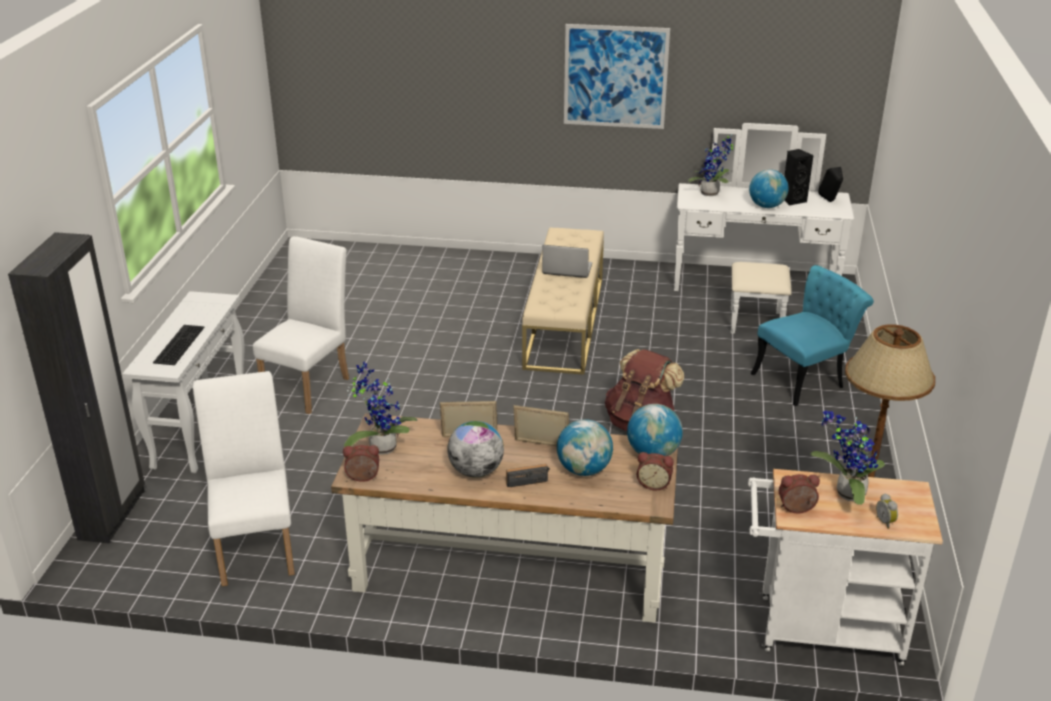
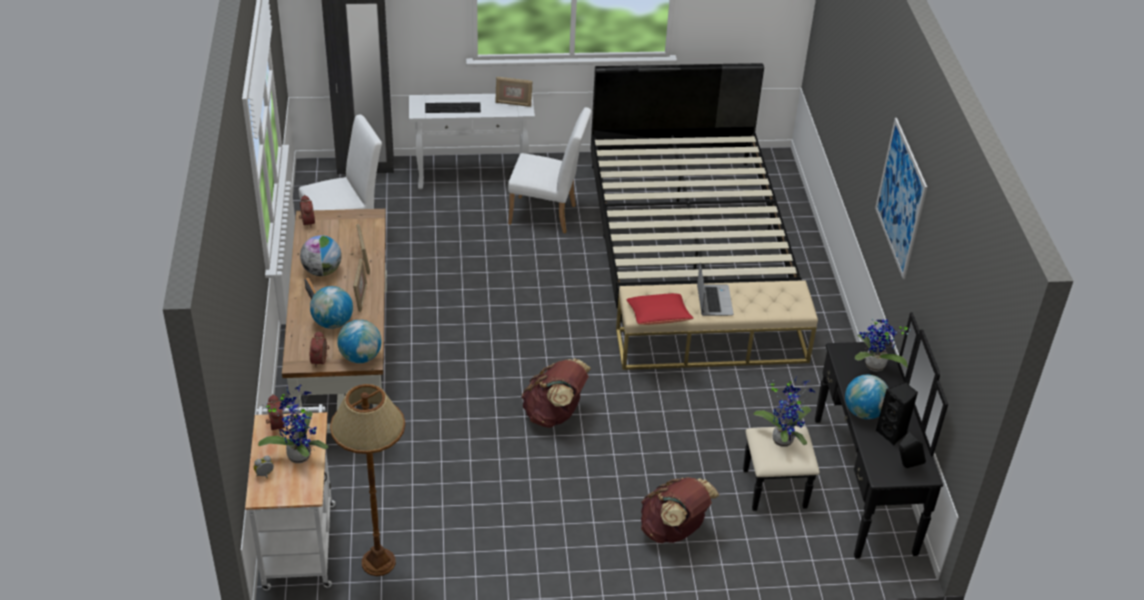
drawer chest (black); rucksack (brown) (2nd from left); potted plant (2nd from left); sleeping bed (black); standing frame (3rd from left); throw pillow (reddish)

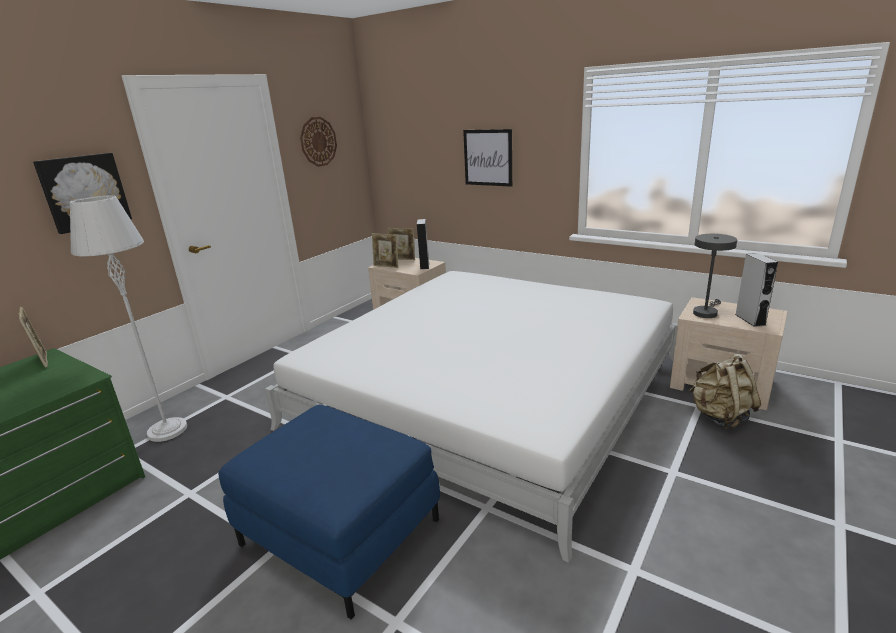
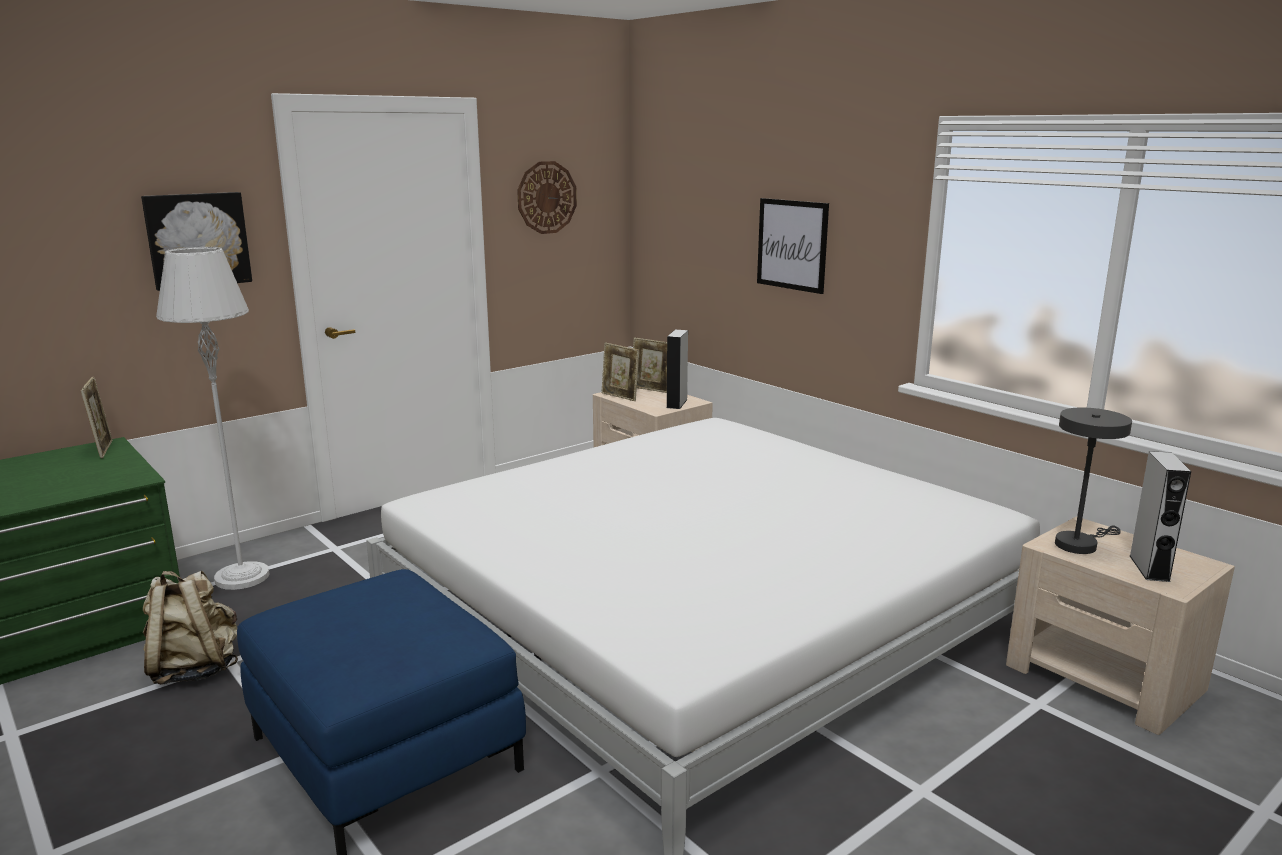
rucksack (sand-coloured)

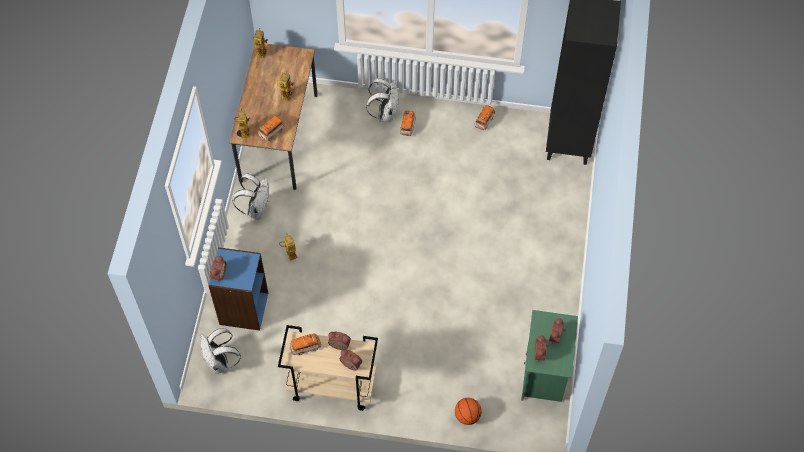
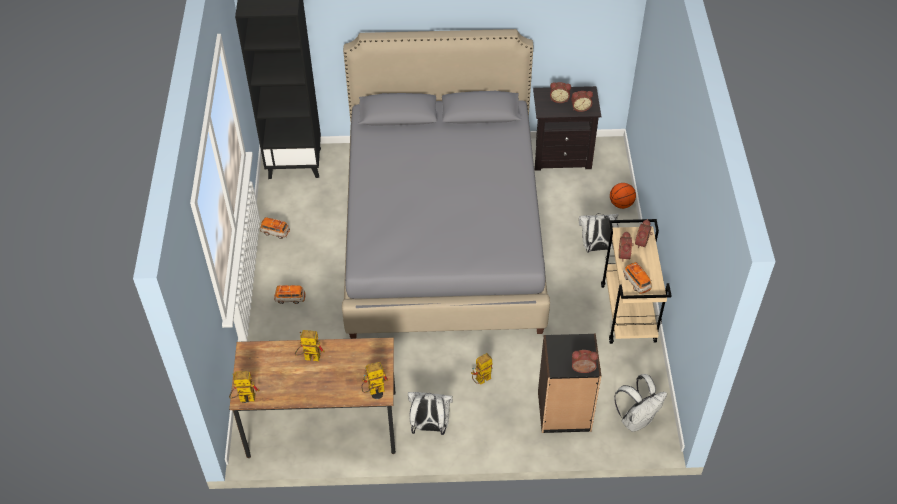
rucksack (white-coloured) (2nd from left); model car (1st from left in the first image); bookcase (black) (2nd from left); bedside table (black); sleeping bed (grey)

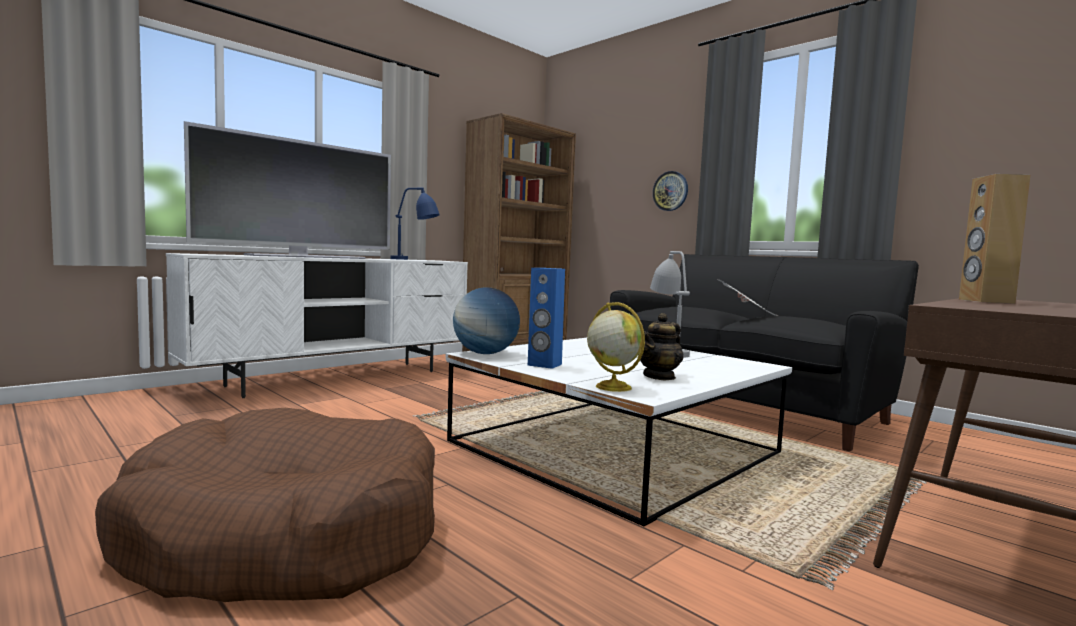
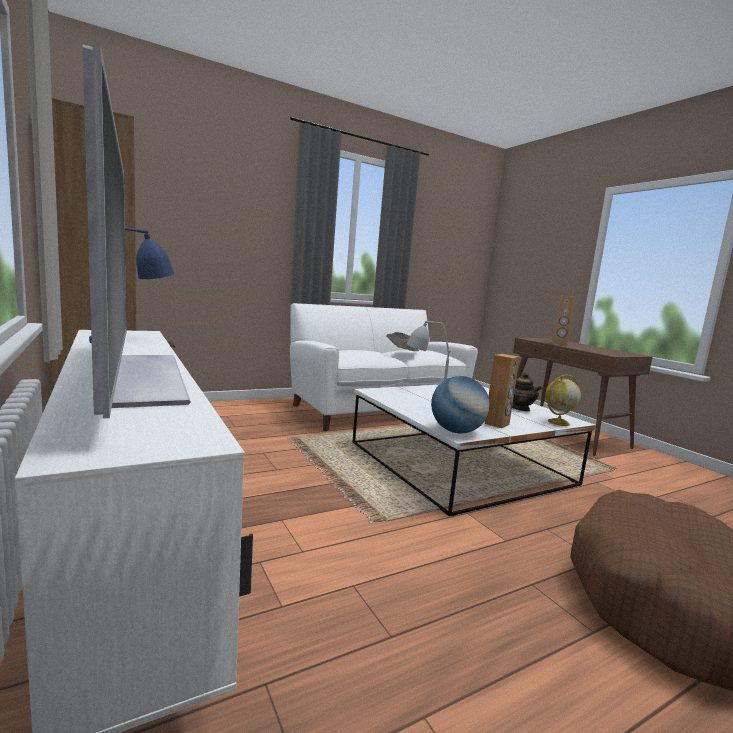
hanging clock; settee (white-coloured); audio speaker (brown) (1st from left)

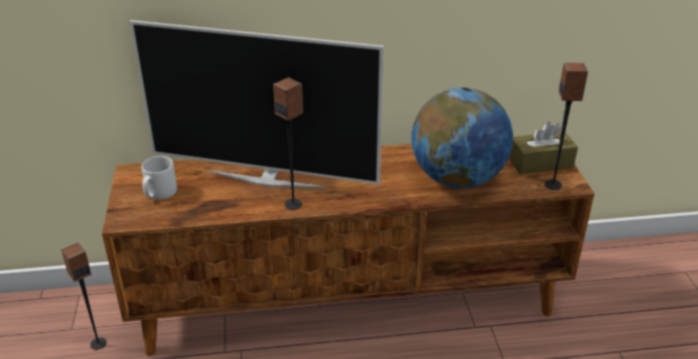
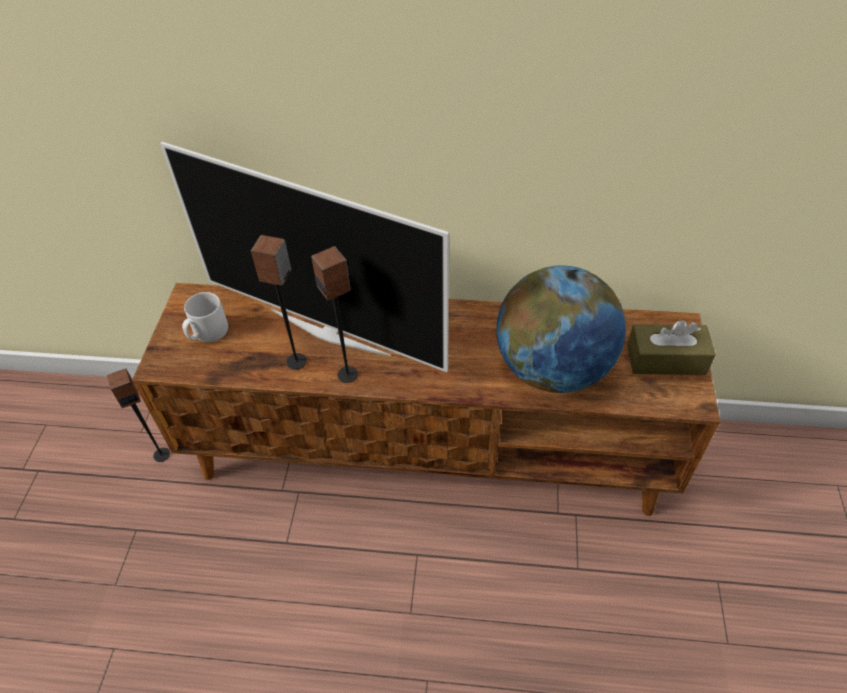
audio speaker (2nd from left)

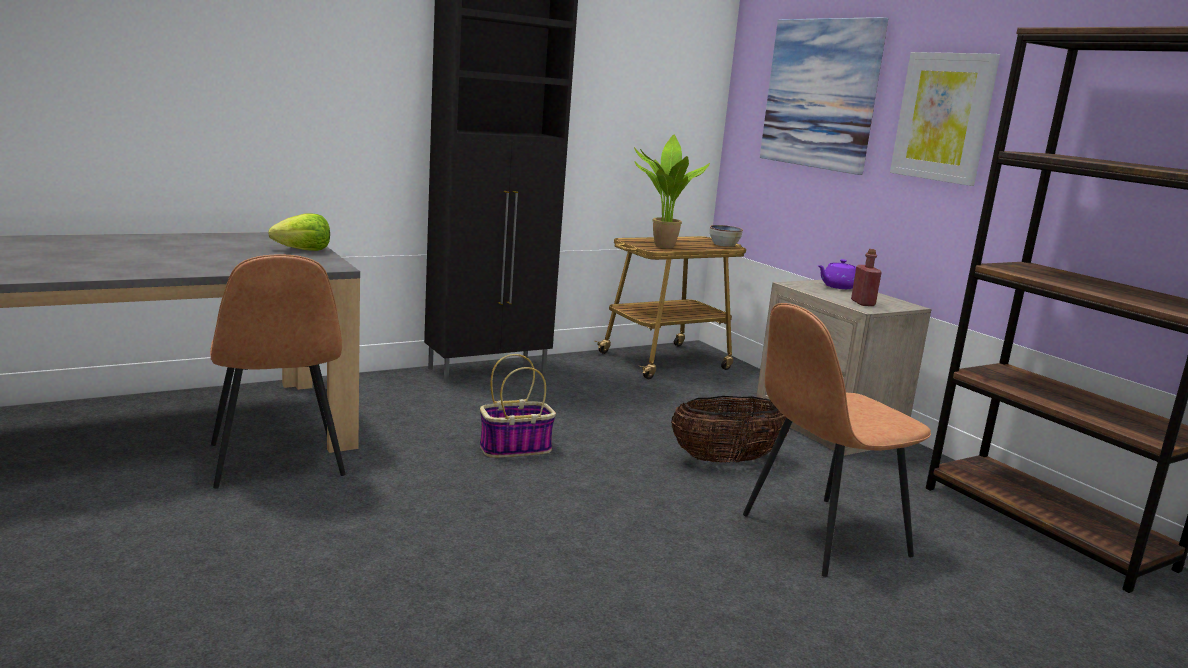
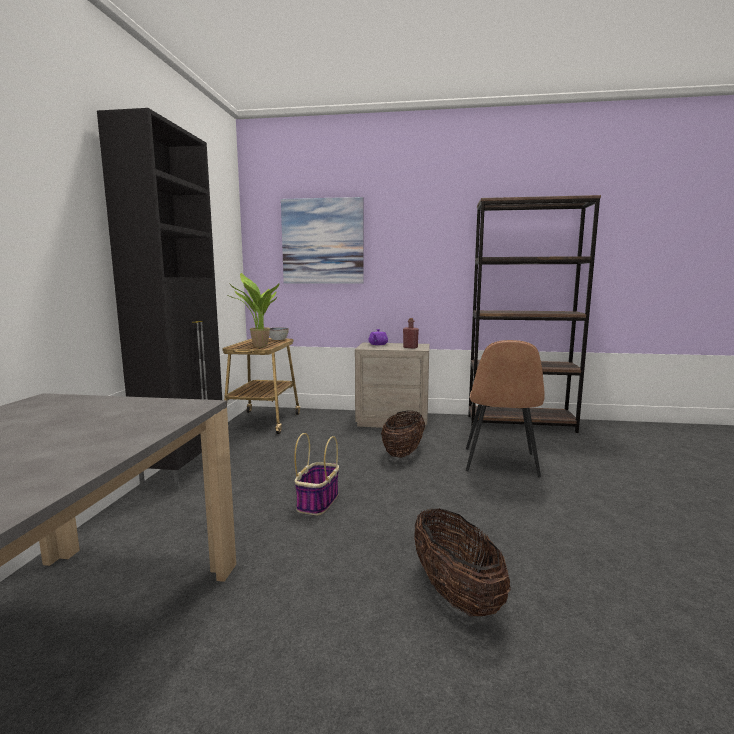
wall art (2nd from left in the first image); lettuce head; upright chair (brown) (1st from left in the first image); basket (3rd from left)

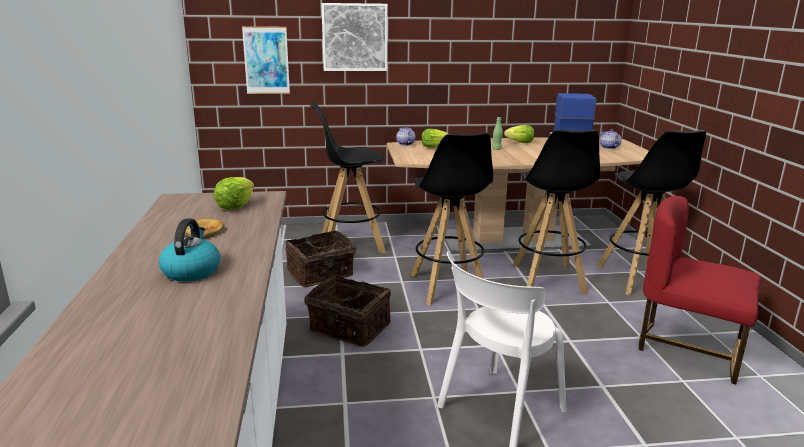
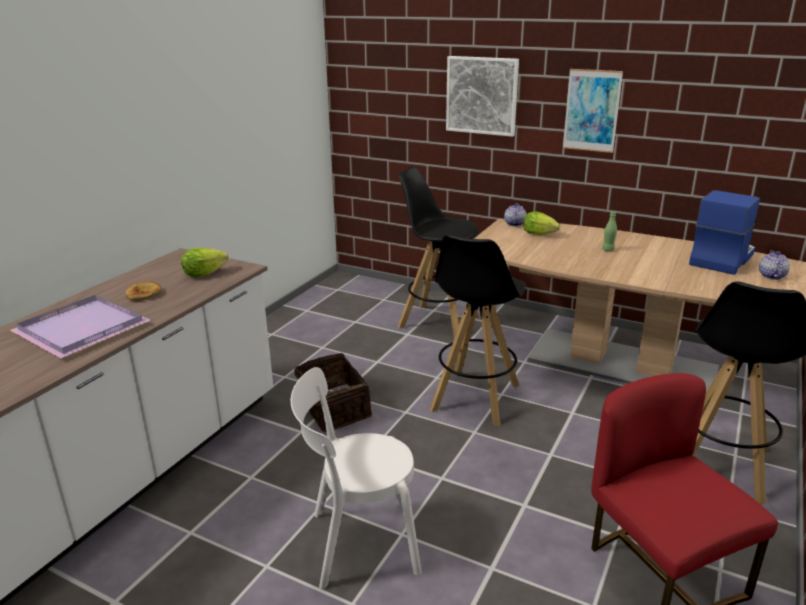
wall art (2nd from left); lettuce head (3rd from left in the first image); sitting stool (black) (3rd from left in the first image); tray (purple); basket (1st from left in the first image)

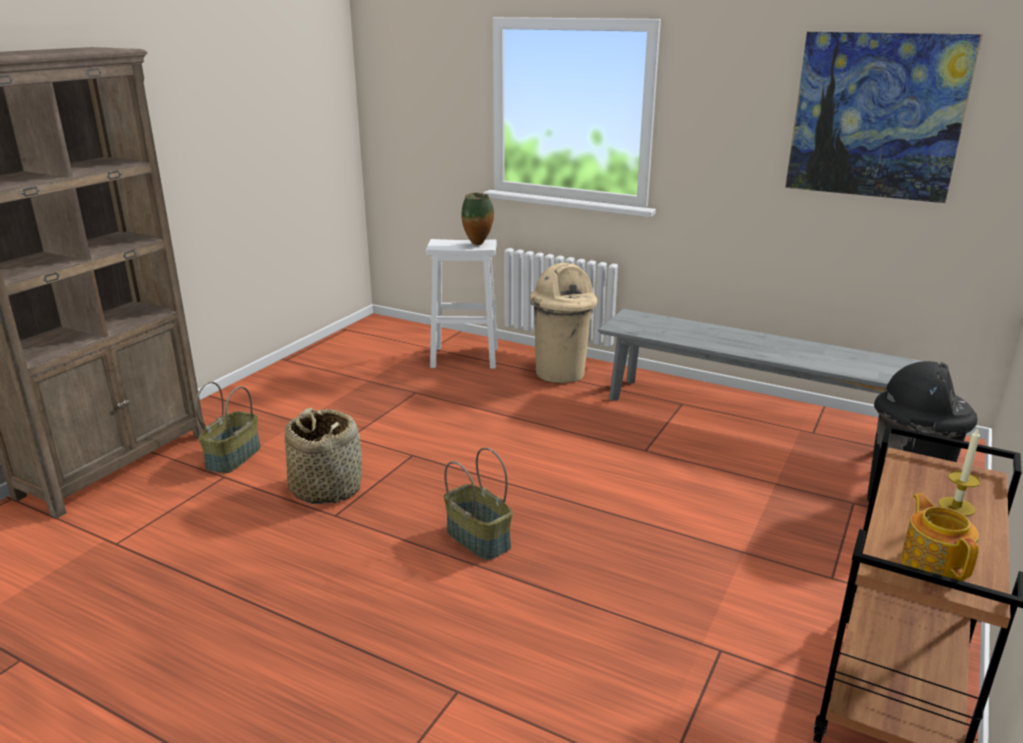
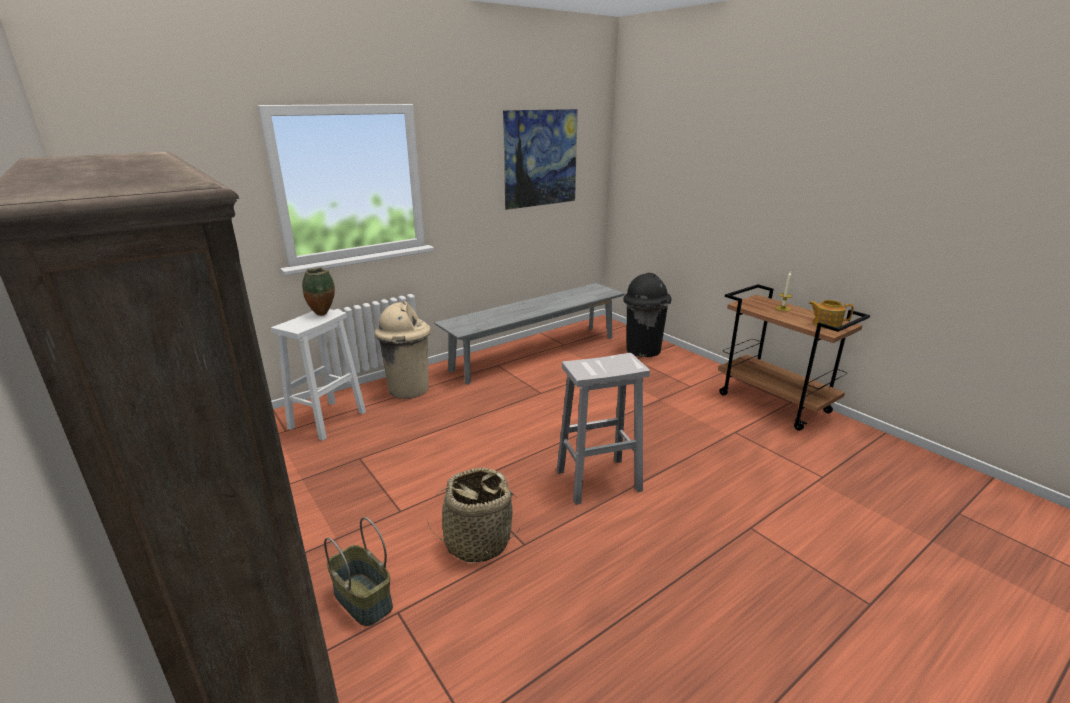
sitting stool (white-coloured) (2nd from left)

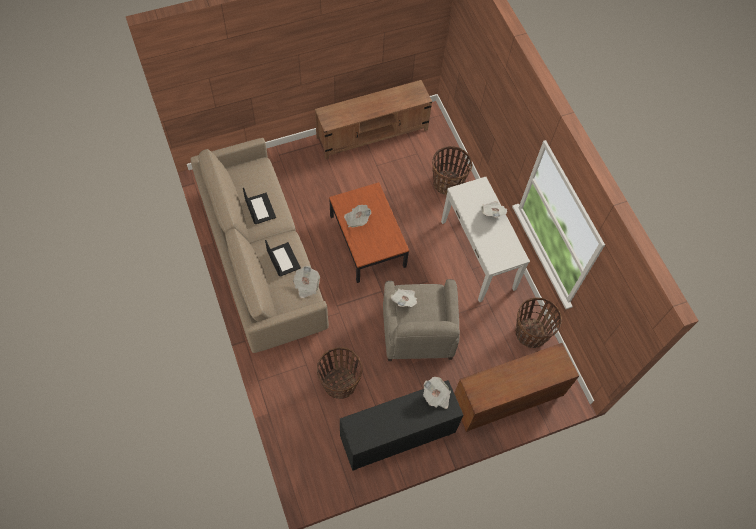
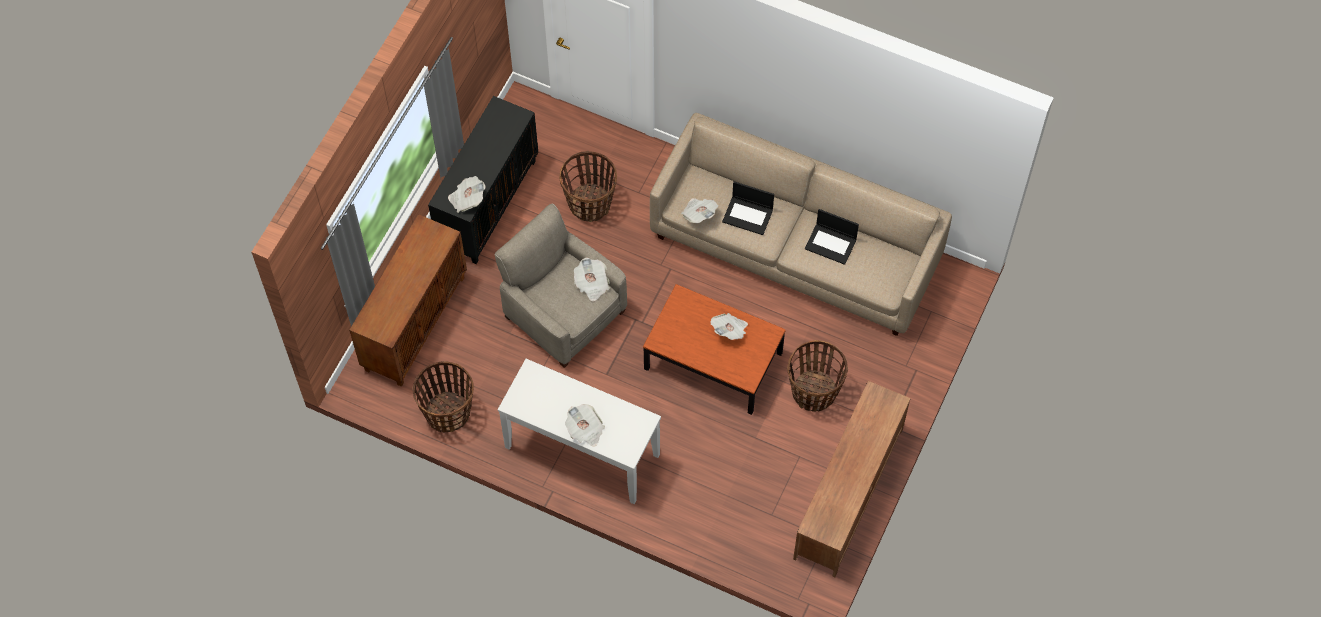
basket (3rd from left)

